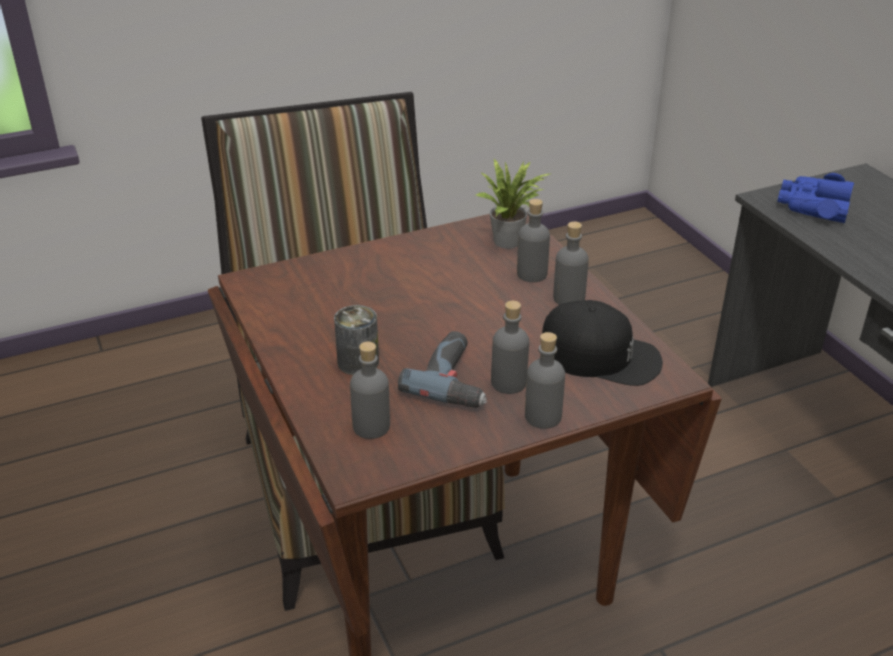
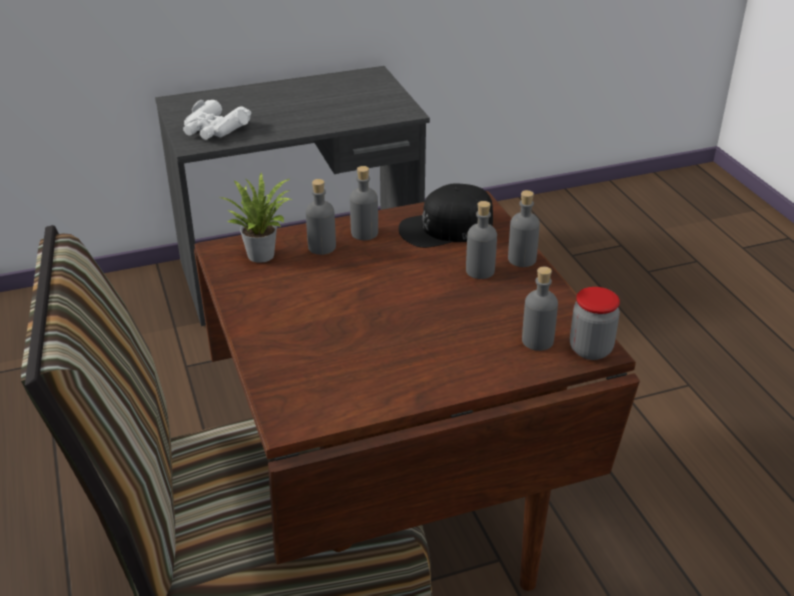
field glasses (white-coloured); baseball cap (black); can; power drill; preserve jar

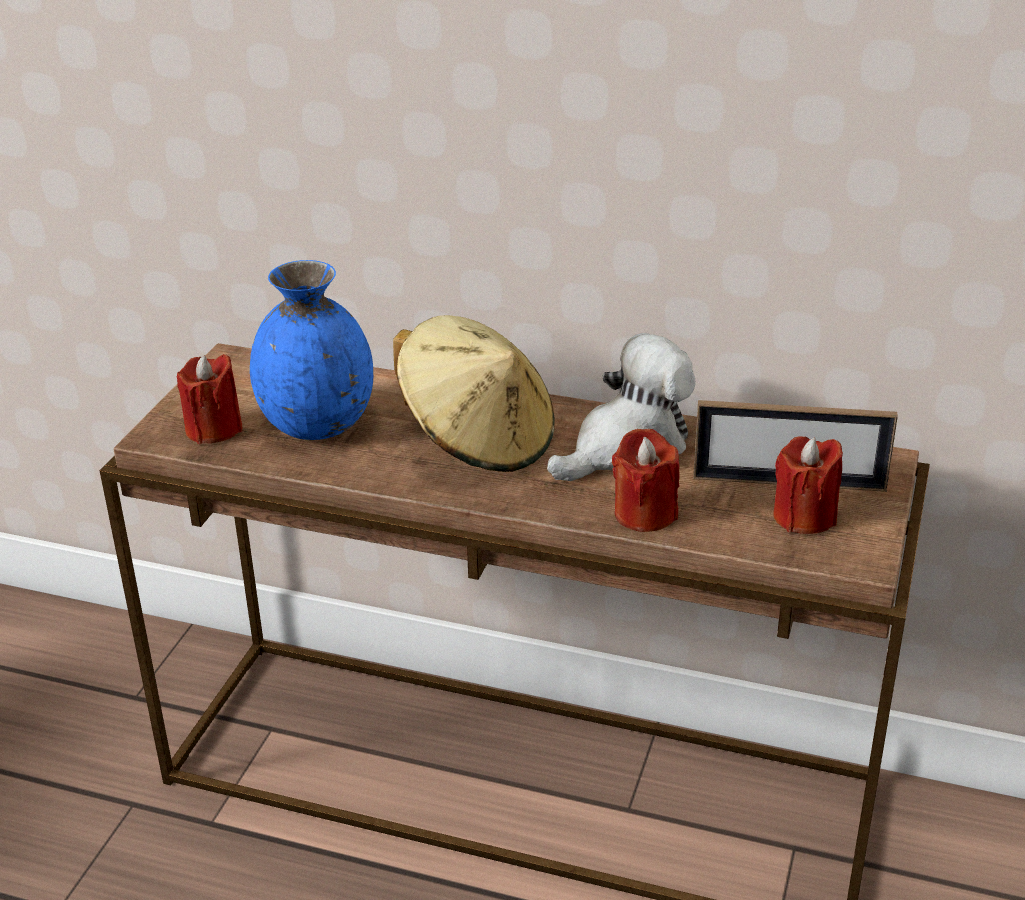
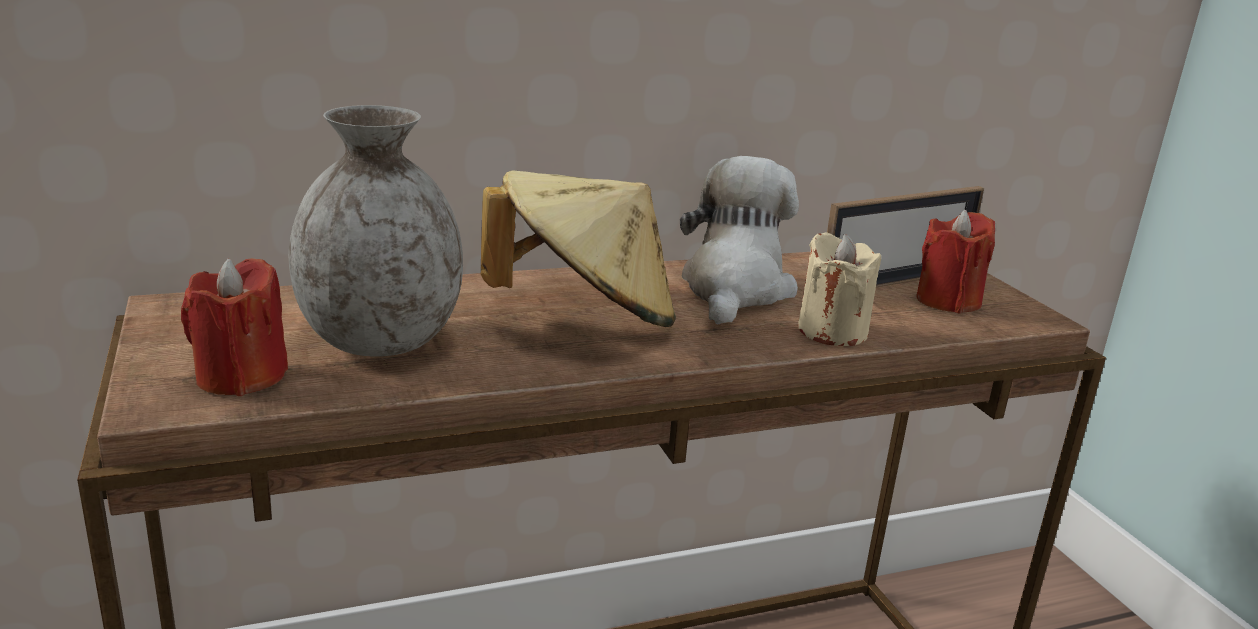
flower vase (grey); candle (sand-coloured)

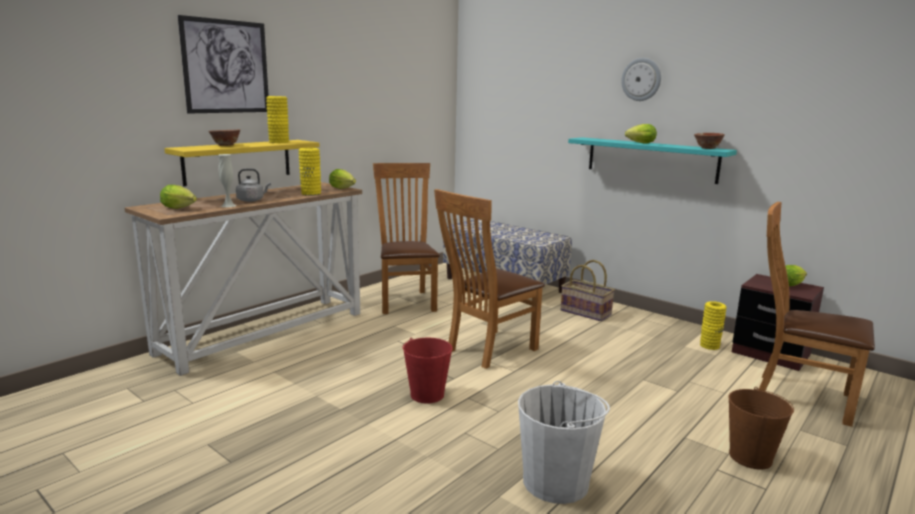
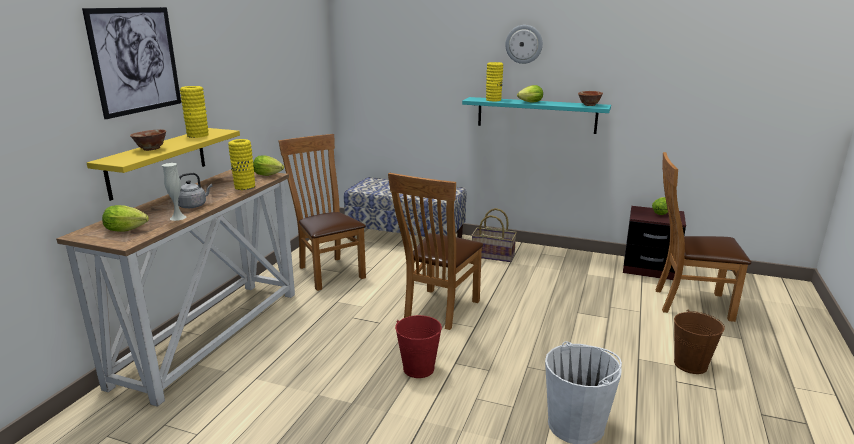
flower vase (yellowish) (3rd from left)

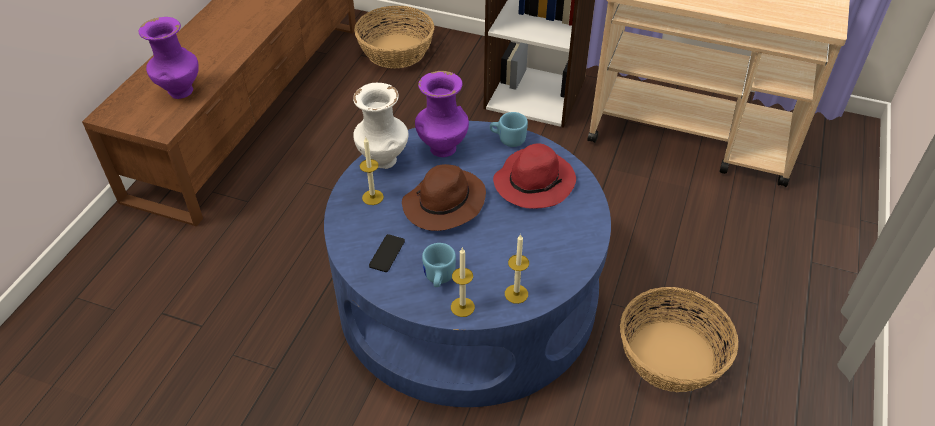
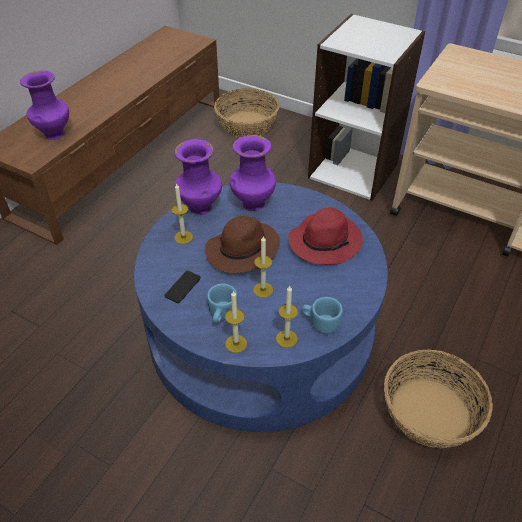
flower vase (purple) (2nd from left); tea mug (blue-coloured) (2nd from left); candle (3rd from left)

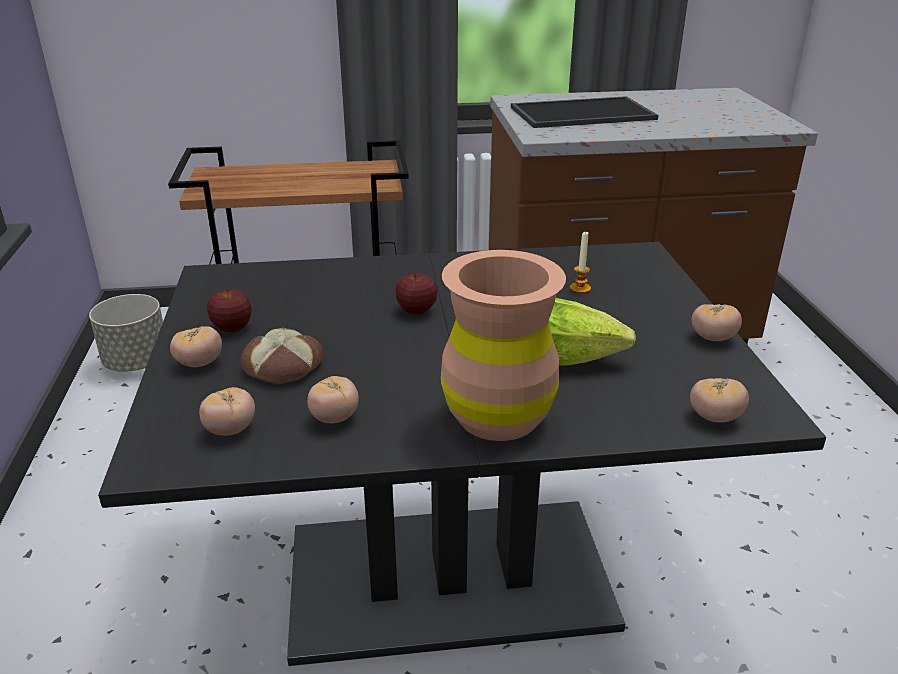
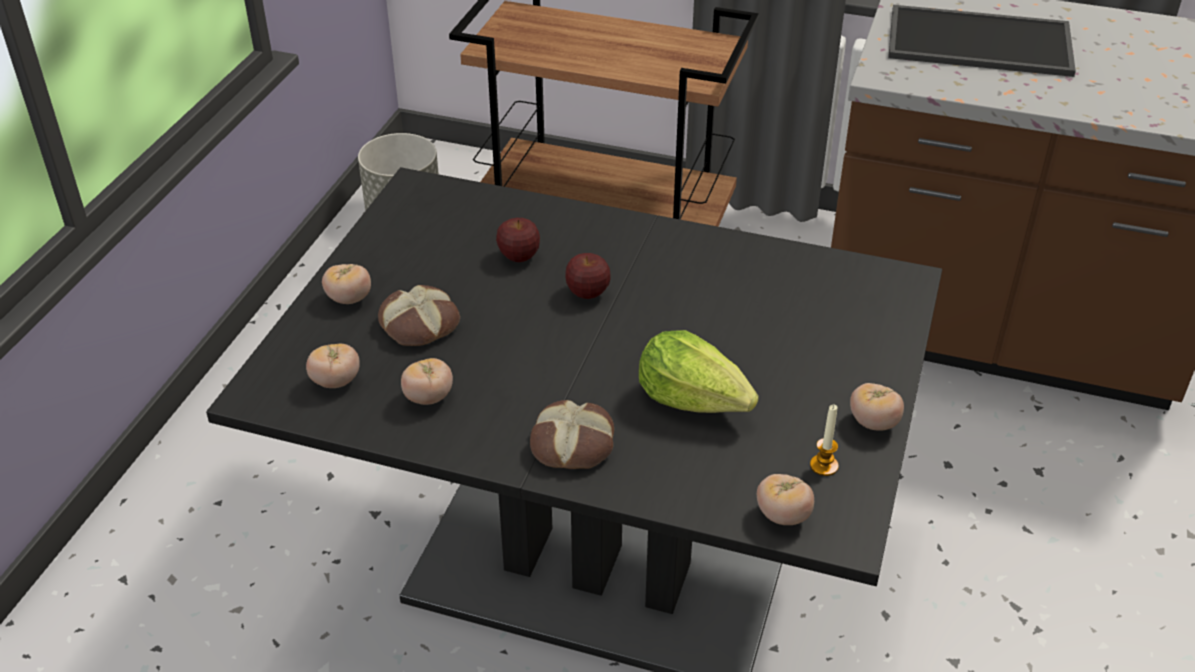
candle; bakery bread (2nd from left); apple fruit (1st from left)

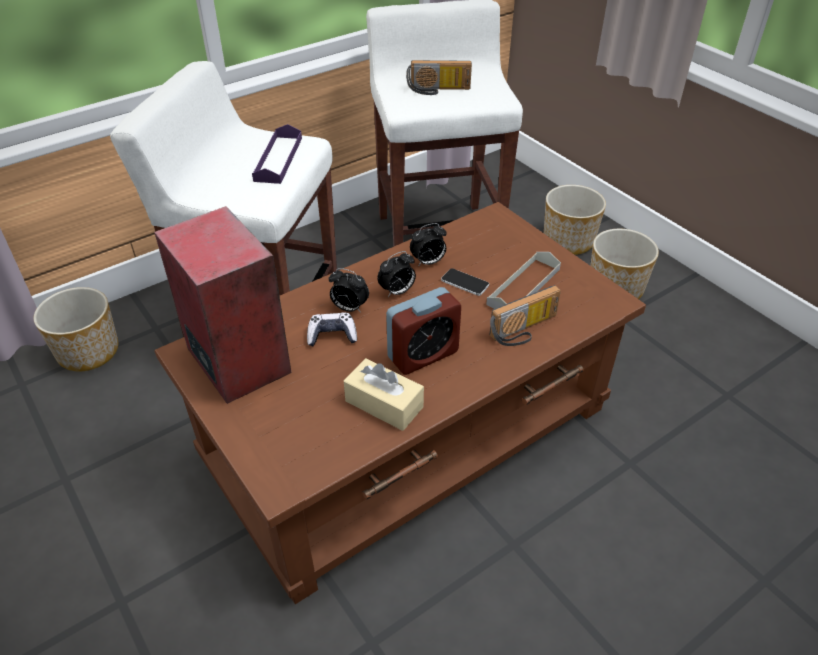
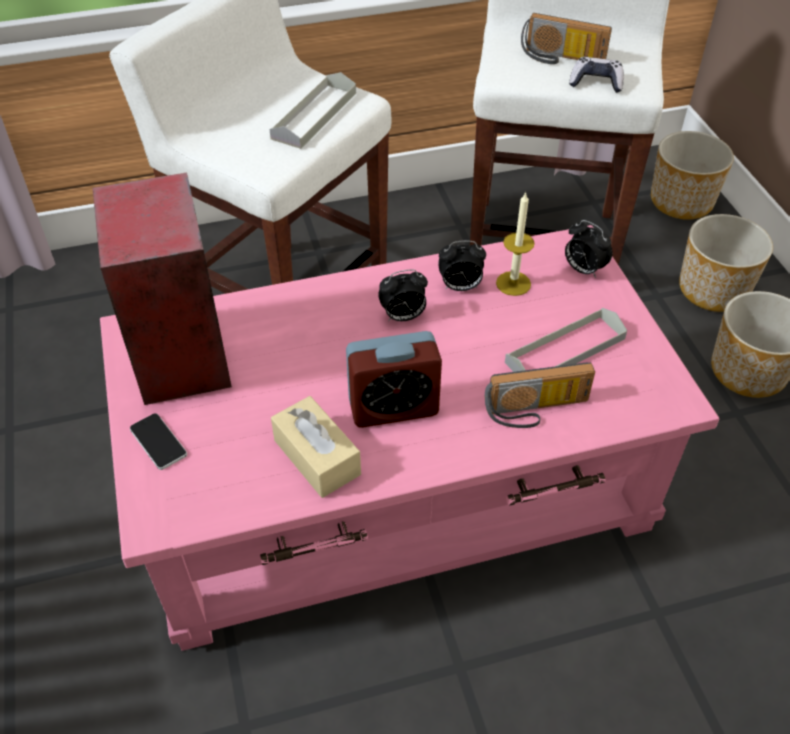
tray (grey) (1st from left); coffee table (pink-coloured); alarm clock (4th from left); telephone; planter (1st from left); game controller; candle

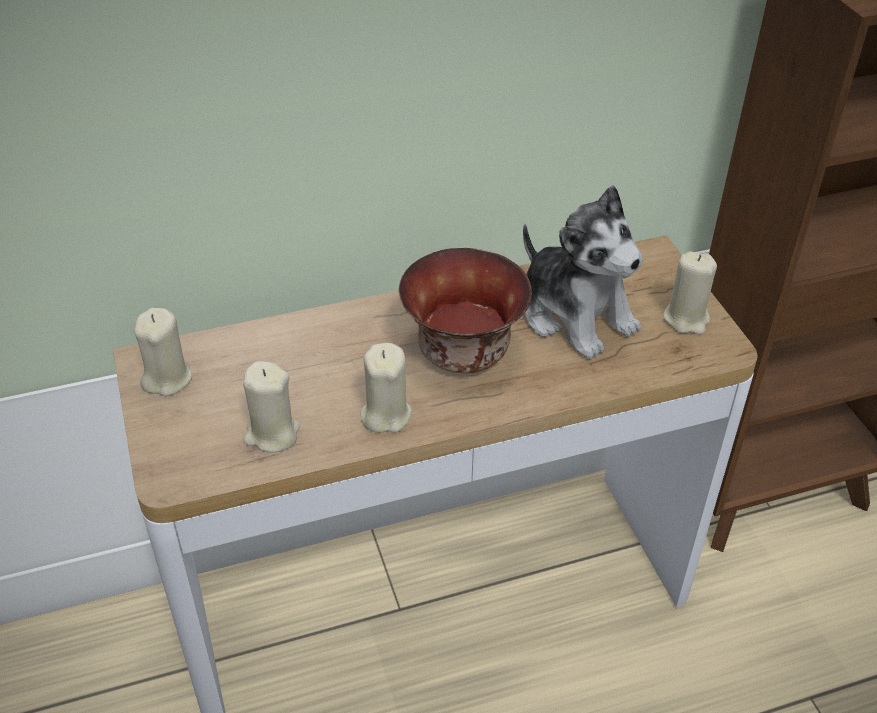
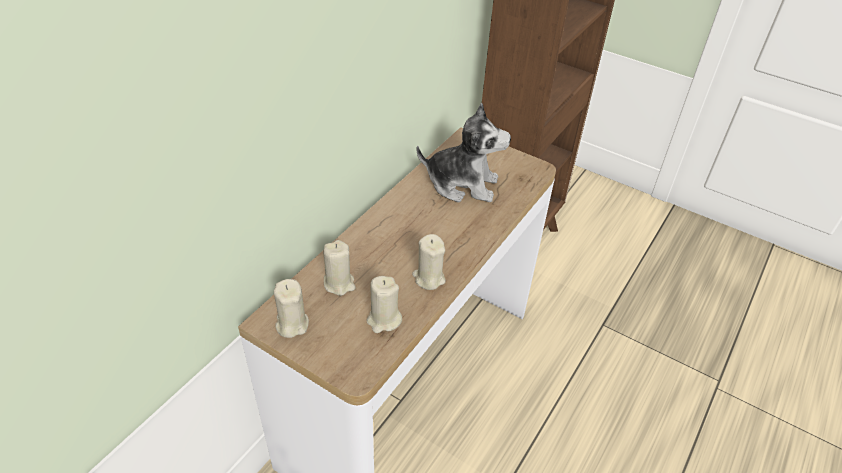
deep dish; candle (sand-coloured) (2nd from left)

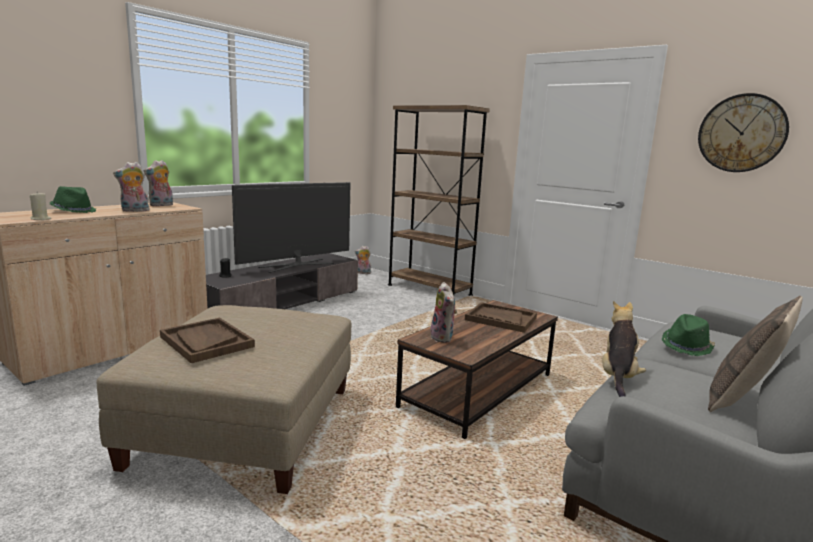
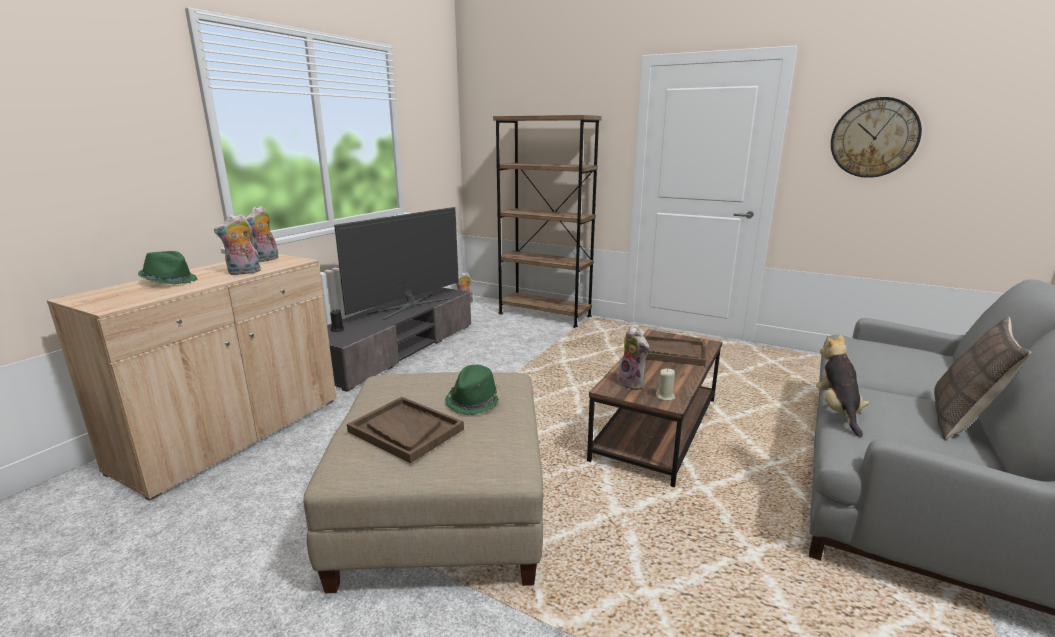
candle (sand-coloured); wearable hat (green) (2nd from left)

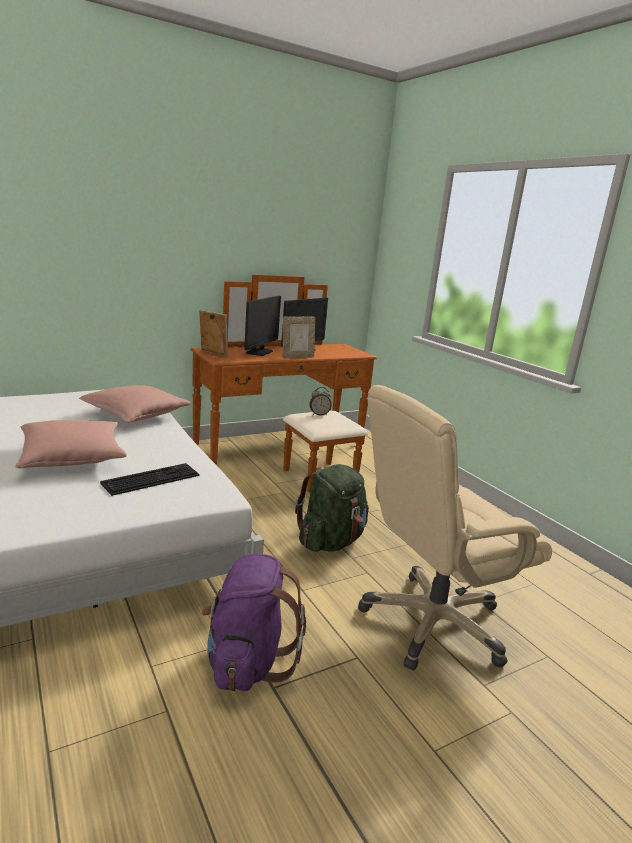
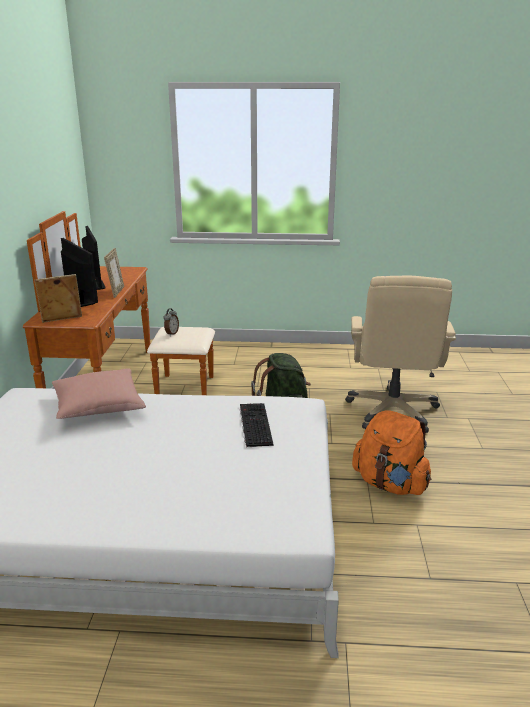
throw pillow (pink-coloured) (1st from left in the first image); rucksack (orange-coloured)

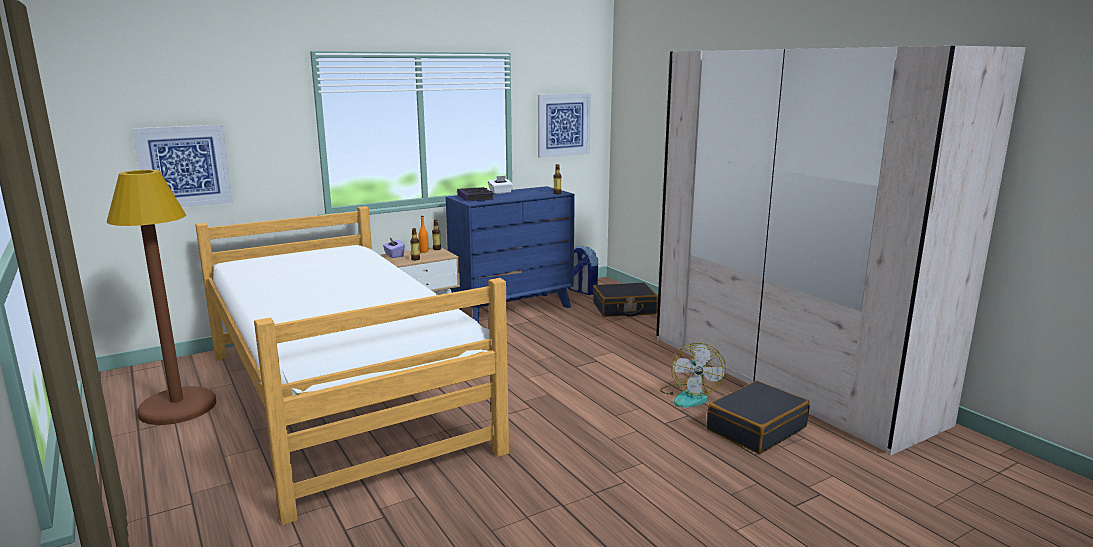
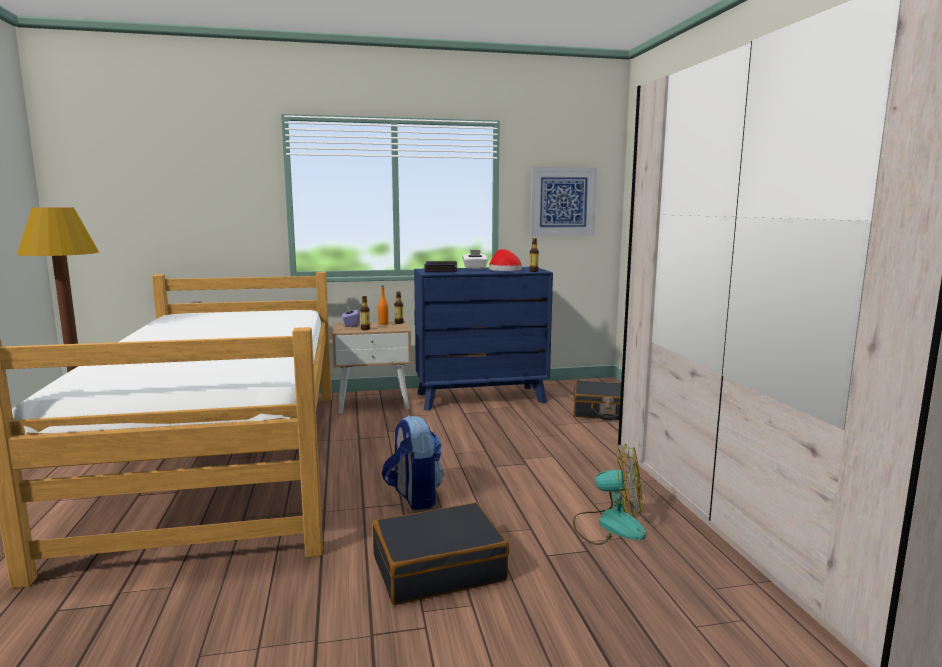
wall art (1st from left in the first image); rucksack; cooling fan; piece of luggage (black) (1st from left); wearable hat (reddish)

